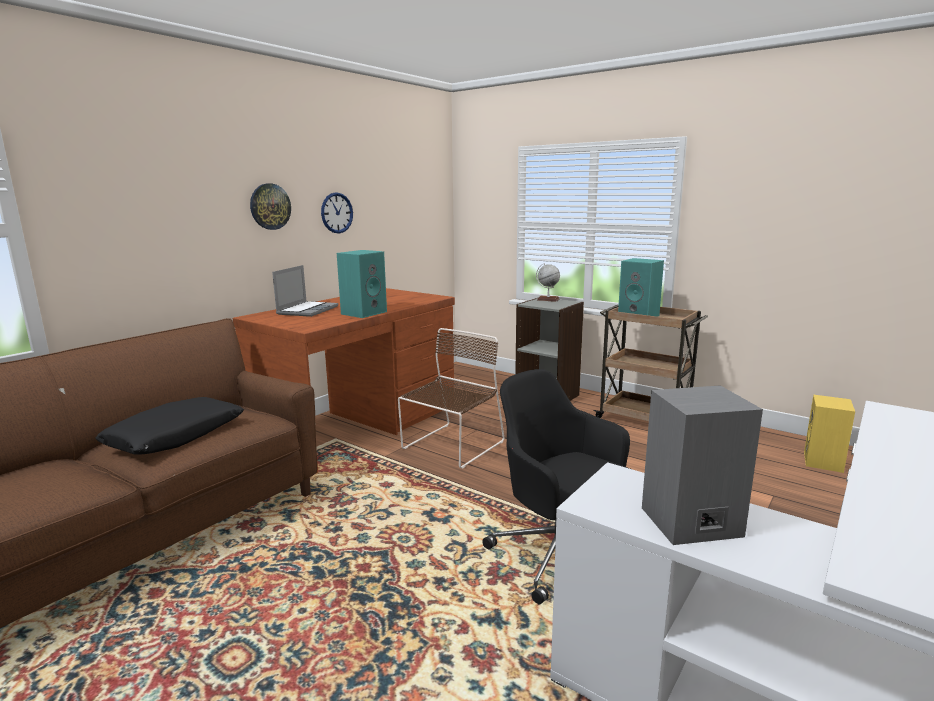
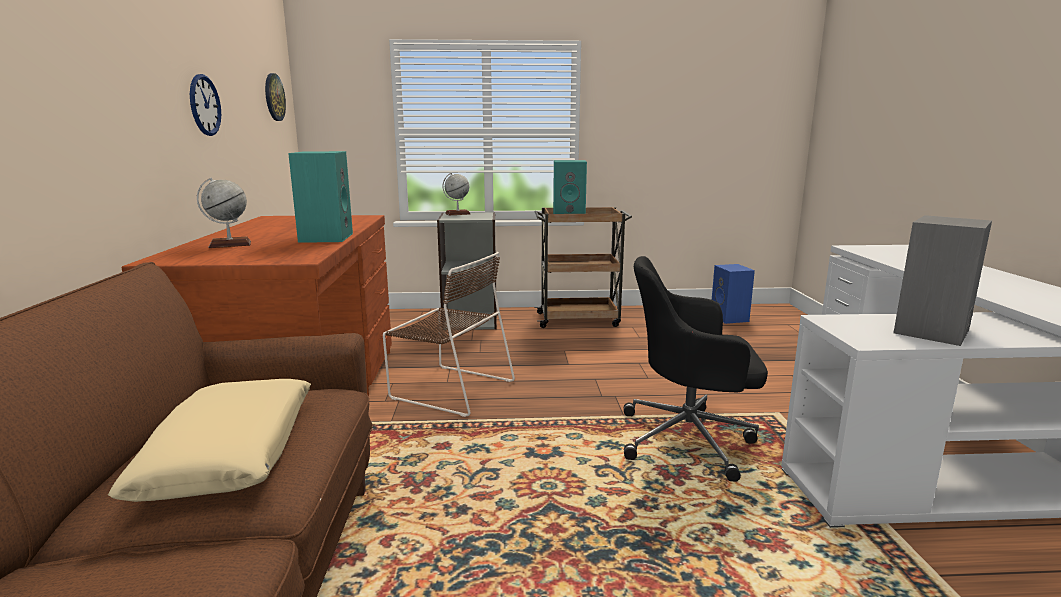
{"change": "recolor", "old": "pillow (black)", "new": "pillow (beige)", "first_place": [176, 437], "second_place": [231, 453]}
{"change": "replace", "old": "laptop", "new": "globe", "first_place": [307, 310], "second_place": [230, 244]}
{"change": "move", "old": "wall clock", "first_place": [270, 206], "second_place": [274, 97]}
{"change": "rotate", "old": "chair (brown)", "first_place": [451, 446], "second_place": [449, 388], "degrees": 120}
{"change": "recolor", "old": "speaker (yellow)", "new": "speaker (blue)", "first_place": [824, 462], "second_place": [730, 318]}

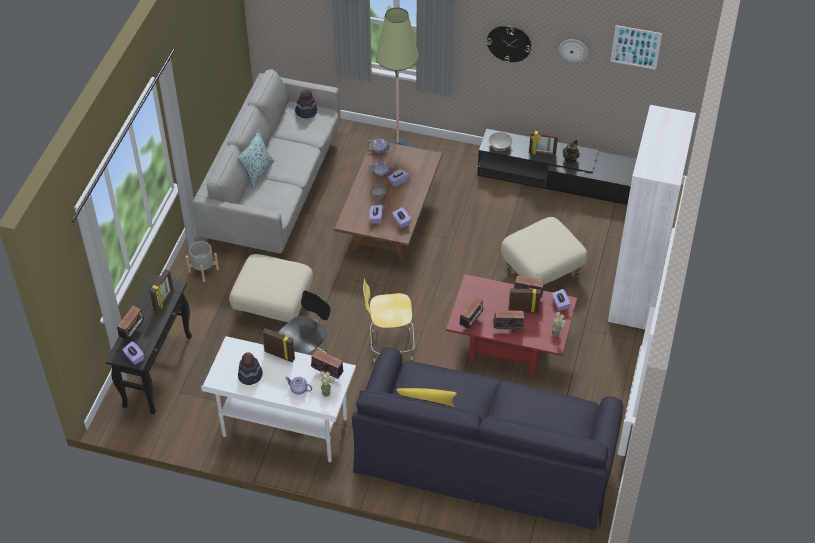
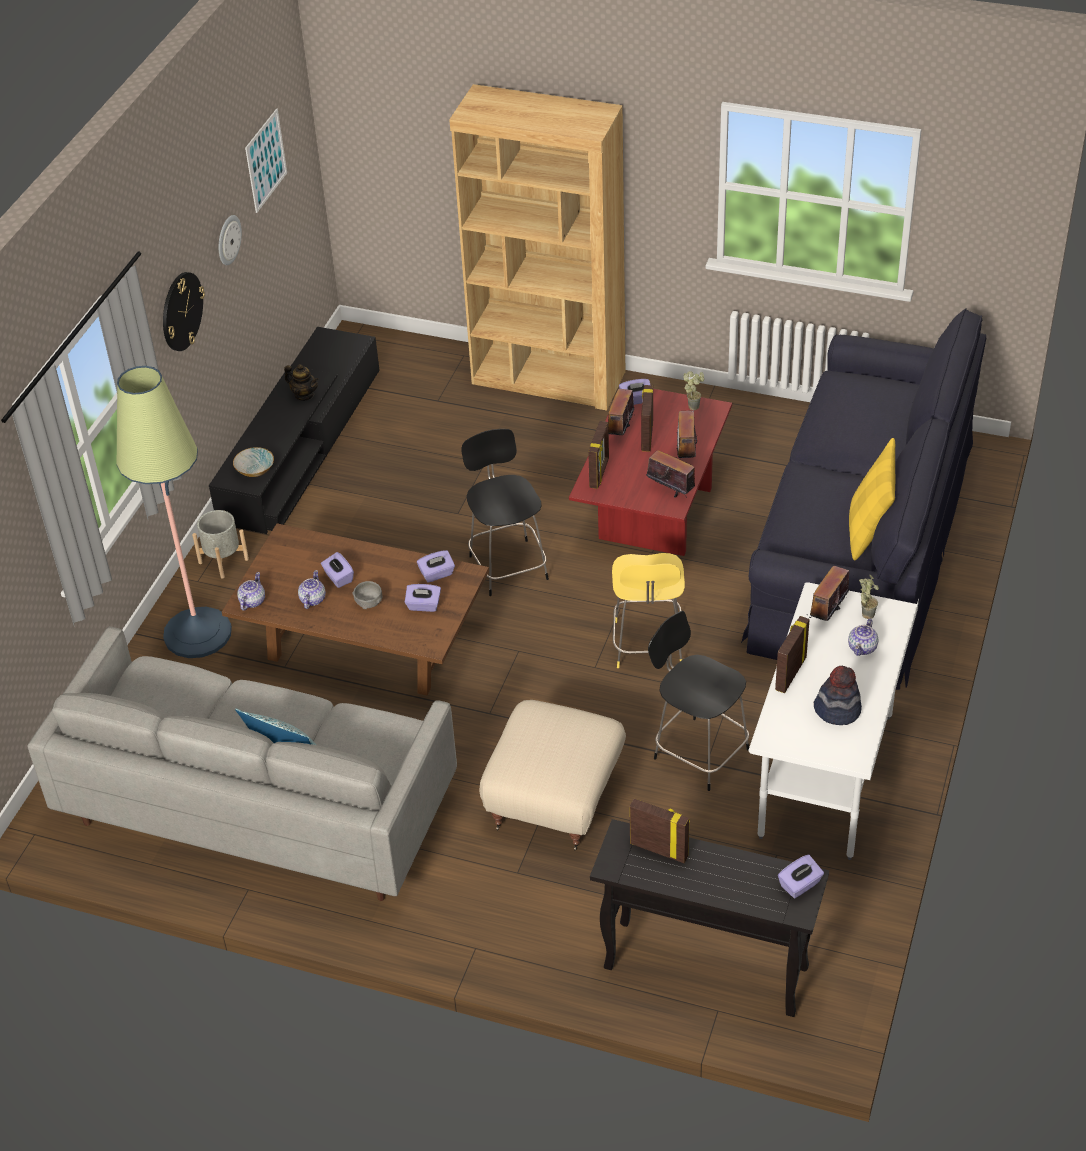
{"change": "move", "old": "planter (grey)", "first_place": [203, 270], "second_place": [223, 561]}
{"change": "recolor", "old": "bookcase (white)", "new": "bookcase (brown)", "first_place": [637, 290], "second_place": [548, 379]}
{"change": "insert", "new": "stool (black)", "second_place": [507, 565]}
{"change": "move", "old": "picture frame", "first_place": [542, 153], "second_place": [600, 473]}
{"change": "delete", "old": "radio", "first_place": [133, 333]}
{"change": "delete", "old": "hat", "first_place": [306, 111]}
{"change": "delete", "old": "ottoman (beige)", "first_place": [542, 271]}

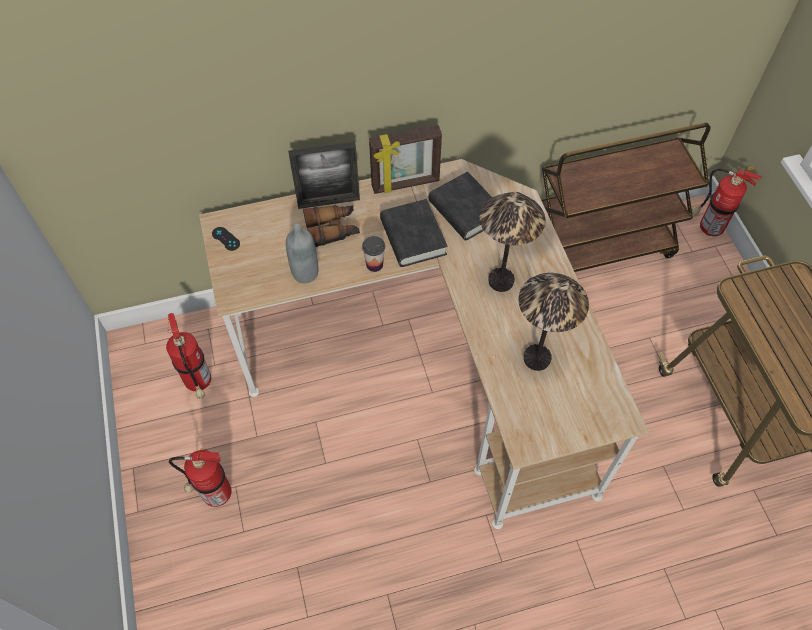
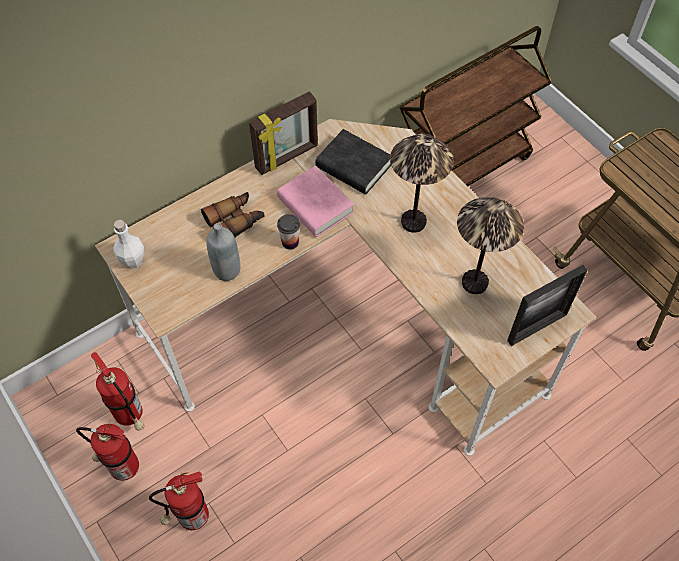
{"change": "move", "old": "fire extinguisher", "first_place": [707, 228], "second_place": [121, 467]}
{"change": "replace", "old": "game controller (black)", "new": "bottle (white)", "first_place": [226, 239], "second_place": [133, 261]}
{"change": "recolor", "old": "book (black)", "new": "book (pink)", "first_place": [413, 237], "second_place": [315, 205]}
{"change": "move", "old": "picture frame", "first_place": [328, 202], "second_place": [537, 327]}

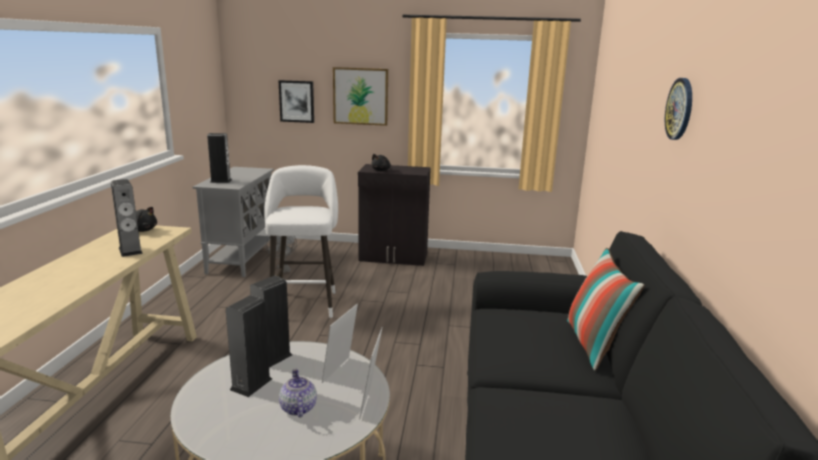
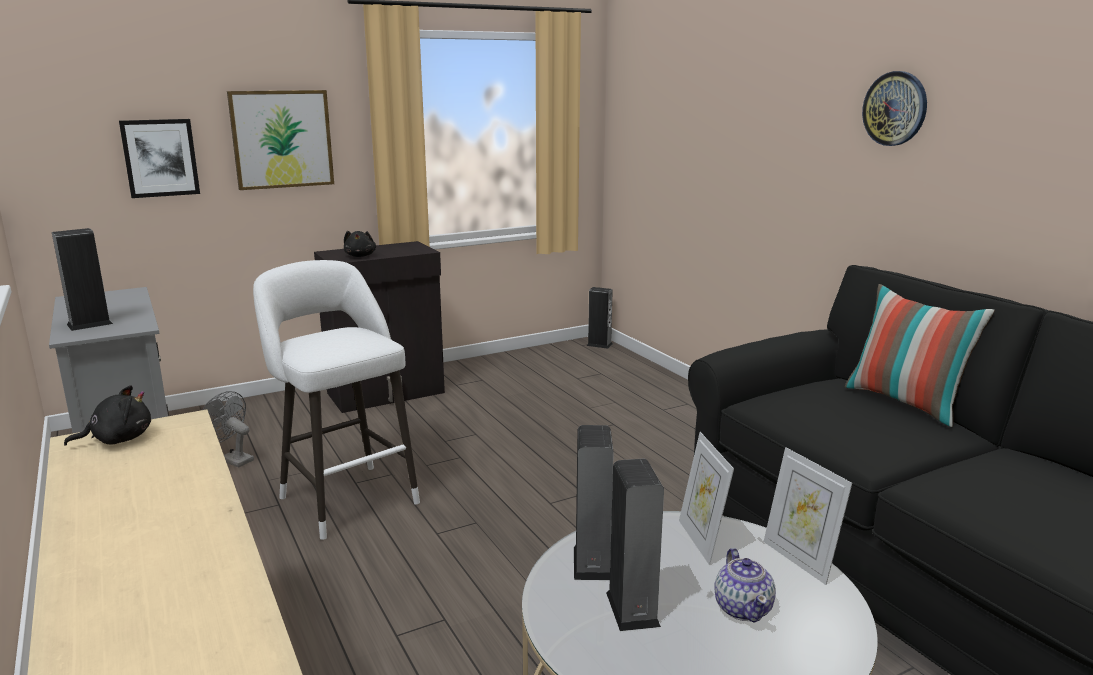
{"change": "move", "old": "speaker", "first_place": [130, 250], "second_place": [599, 344]}
{"change": "rotate", "old": "teapot", "first_place": [298, 408], "second_place": [743, 608], "degrees": -135}

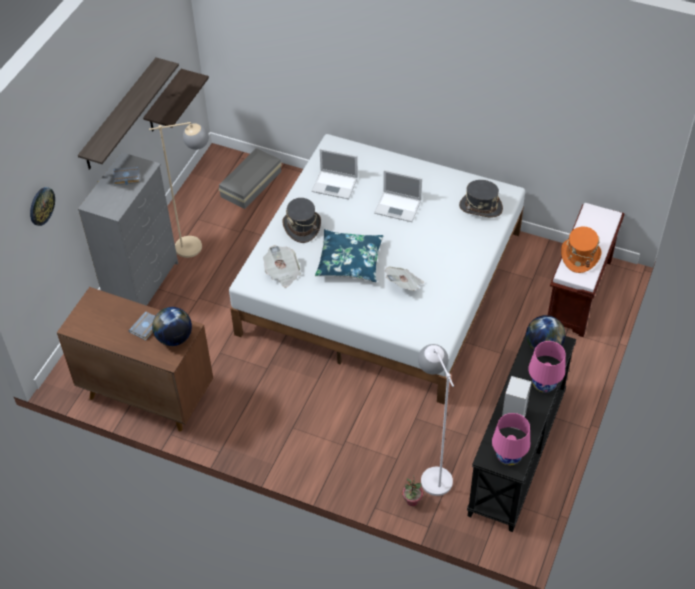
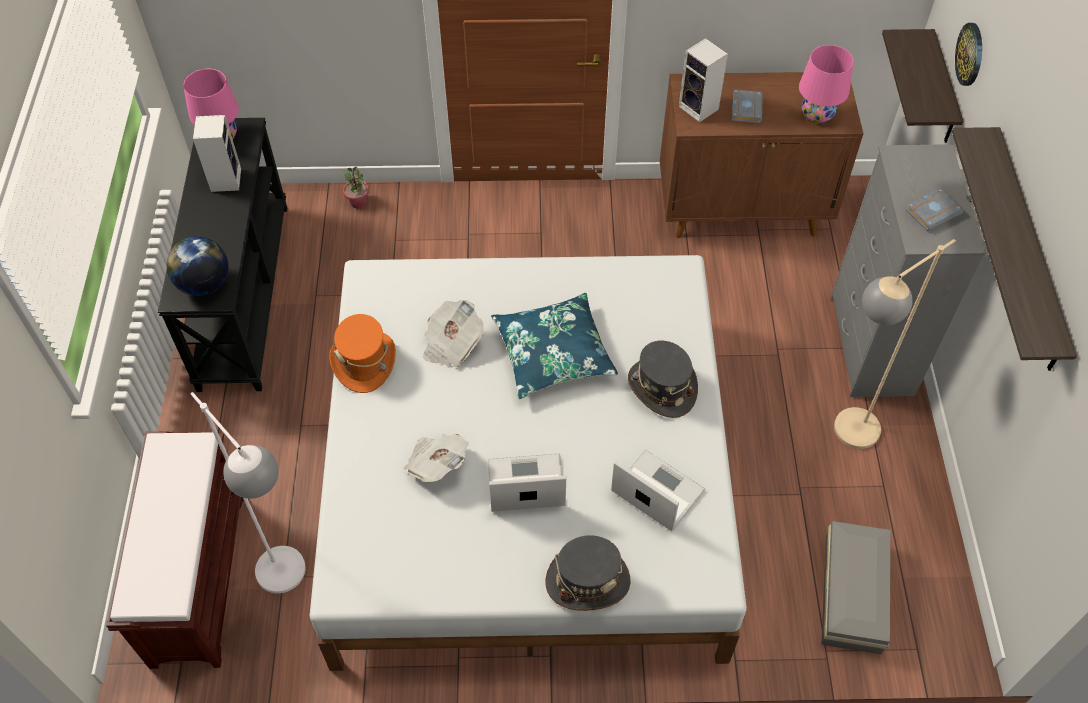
{"change": "move", "old": "floor lamp (white)", "first_place": [432, 472], "second_place": [291, 582]}
{"change": "move", "old": "hat (orange)", "first_place": [580, 256], "second_place": [364, 361]}
{"change": "move", "old": "newspaper", "first_place": [282, 273], "second_place": [437, 464]}
{"change": "move", "old": "hat (grey)", "first_place": [480, 207], "second_place": [588, 581]}
{"change": "rotate", "old": "laptop", "first_place": [335, 185], "second_place": [656, 490], "degrees": 45}
{"change": "replace", "old": "globe", "new": "speaker", "first_place": [174, 338], "second_place": [700, 108]}
{"change": "move", "old": "table lamp (pink)", "first_place": [544, 385], "second_place": [817, 115]}
{"change": "move", "old": "shelf", "first_place": [164, 102], "second_place": [942, 90]}

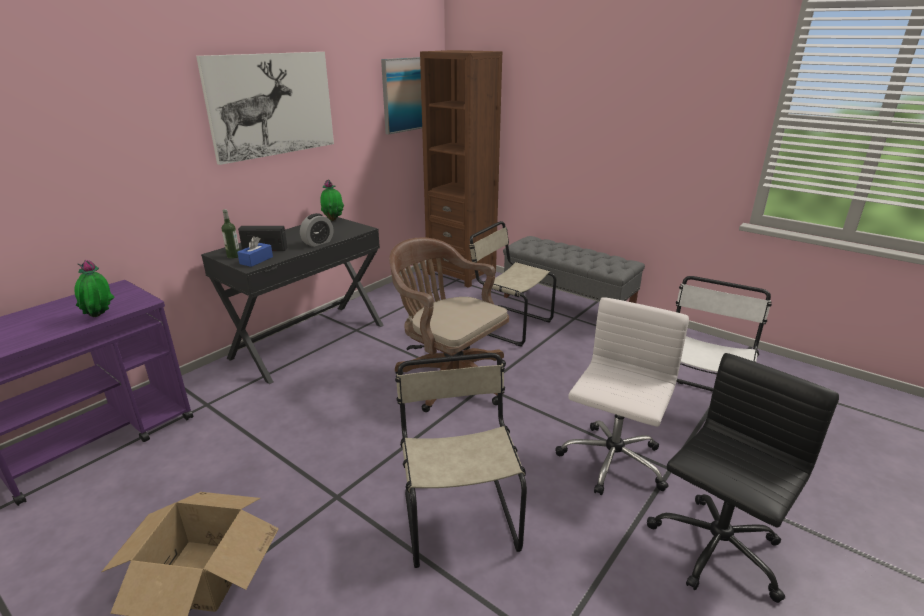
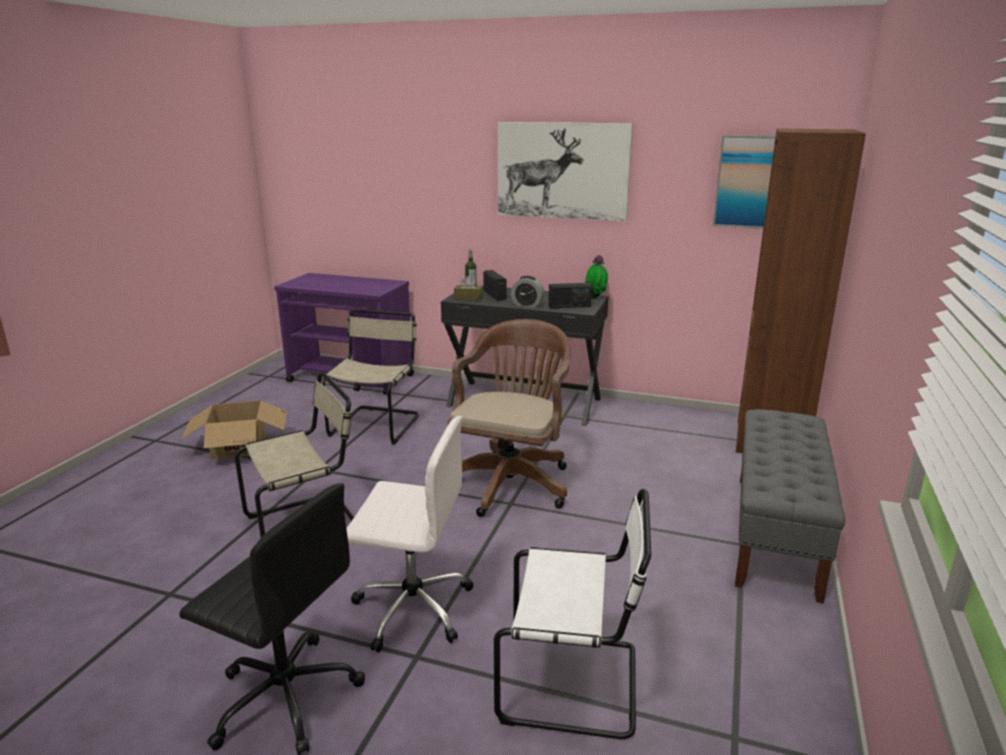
{"change": "move", "old": "chair (beige)", "first_place": [507, 324], "second_place": [376, 424]}
{"change": "recolor", "old": "tissue box (blue)", "new": "tissue box (brown)", "first_place": [256, 260], "second_place": [468, 298]}
{"change": "insert", "new": "radio", "second_place": [569, 306]}
{"change": "delete", "old": "potted plant", "first_place": [100, 316]}

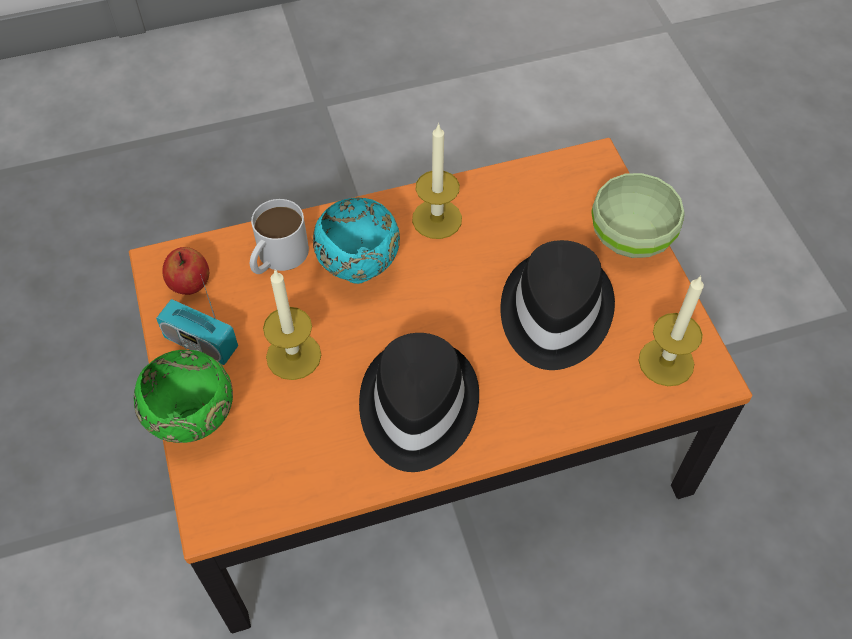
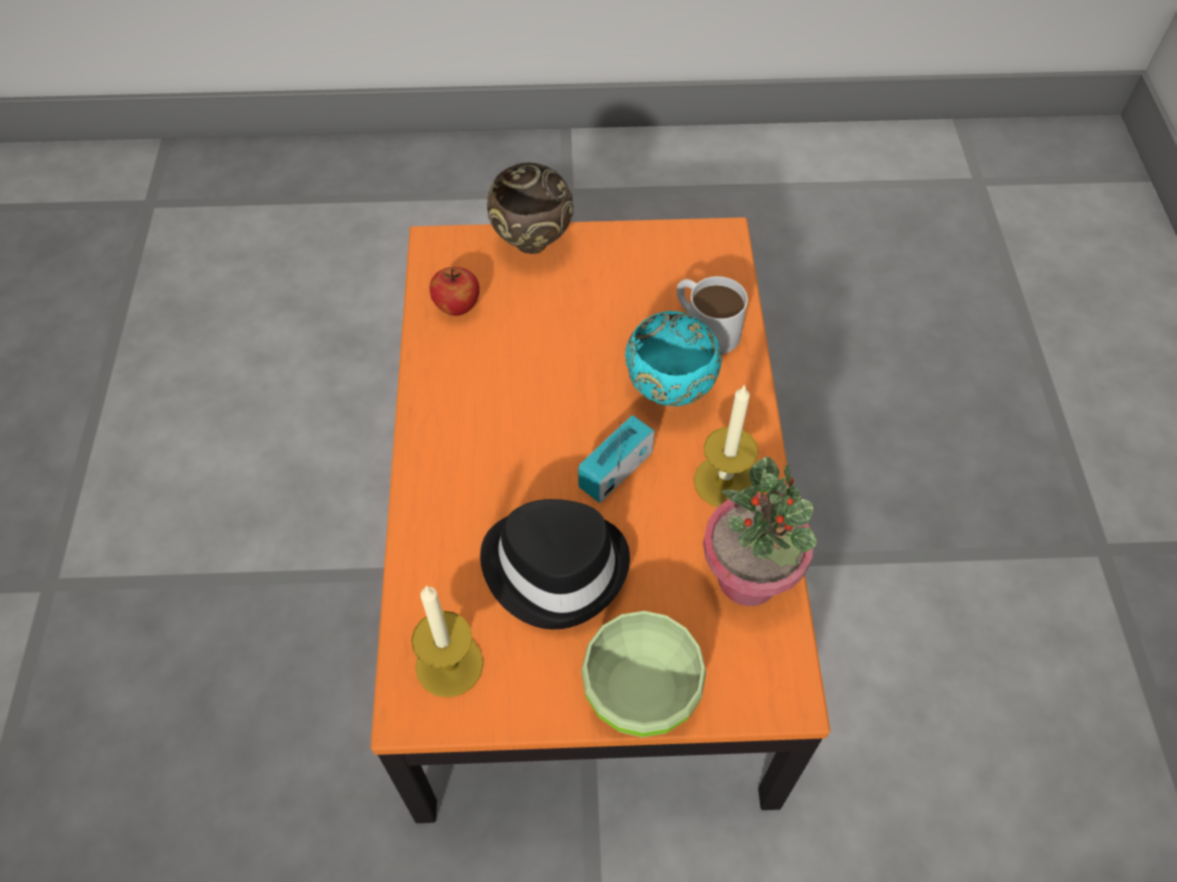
{"change": "move", "old": "apple", "first_place": [190, 285], "second_place": [457, 306]}
{"change": "recolor", "old": "bowl (green)", "new": "bowl (brown)", "first_place": [196, 422], "second_place": [532, 244]}
{"change": "move", "old": "radio", "first_place": [201, 343], "second_place": [615, 470]}
{"change": "insert", "new": "potted plant", "second_place": [748, 578]}
{"change": "delete", "old": "candle", "first_place": [293, 356]}
{"change": "delete", "old": "hat (black)", "first_place": [416, 407]}

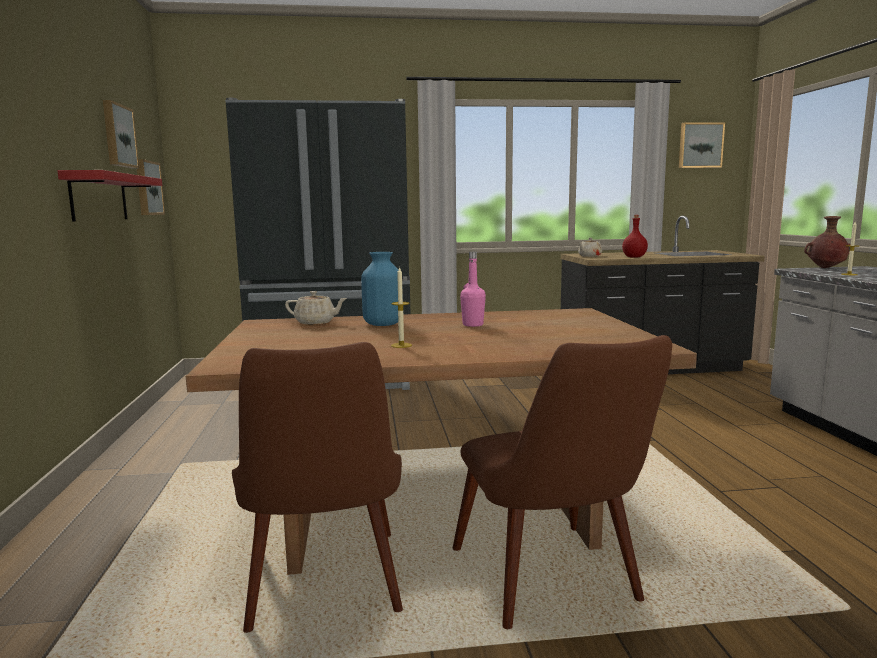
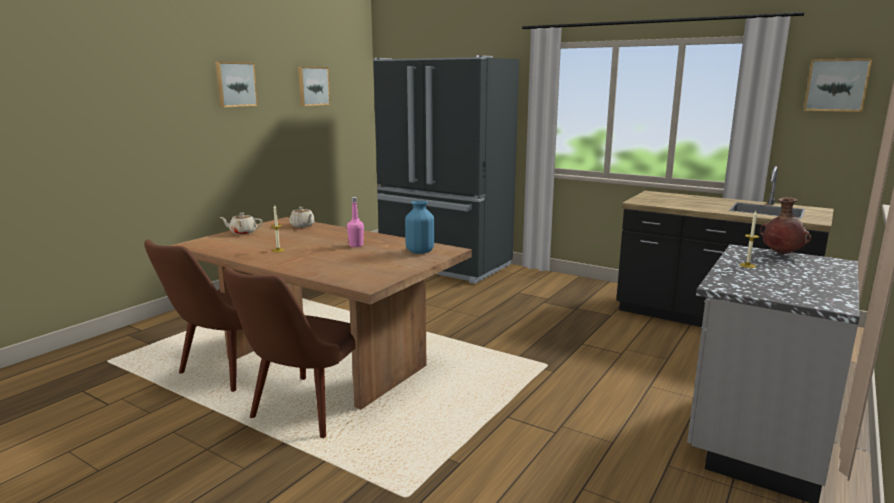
{"change": "move", "old": "picture", "first_place": [147, 188], "second_place": [235, 84]}
{"change": "move", "old": "teapot (beige)", "first_place": [589, 256], "second_place": [242, 232]}
{"change": "move", "old": "vase (blue)", "first_place": [382, 324], "second_place": [419, 251]}
{"change": "delete", "old": "shelf (red)", "first_place": [99, 197]}
{"change": "delete", "old": "bottle (red)", "first_place": [634, 257]}

